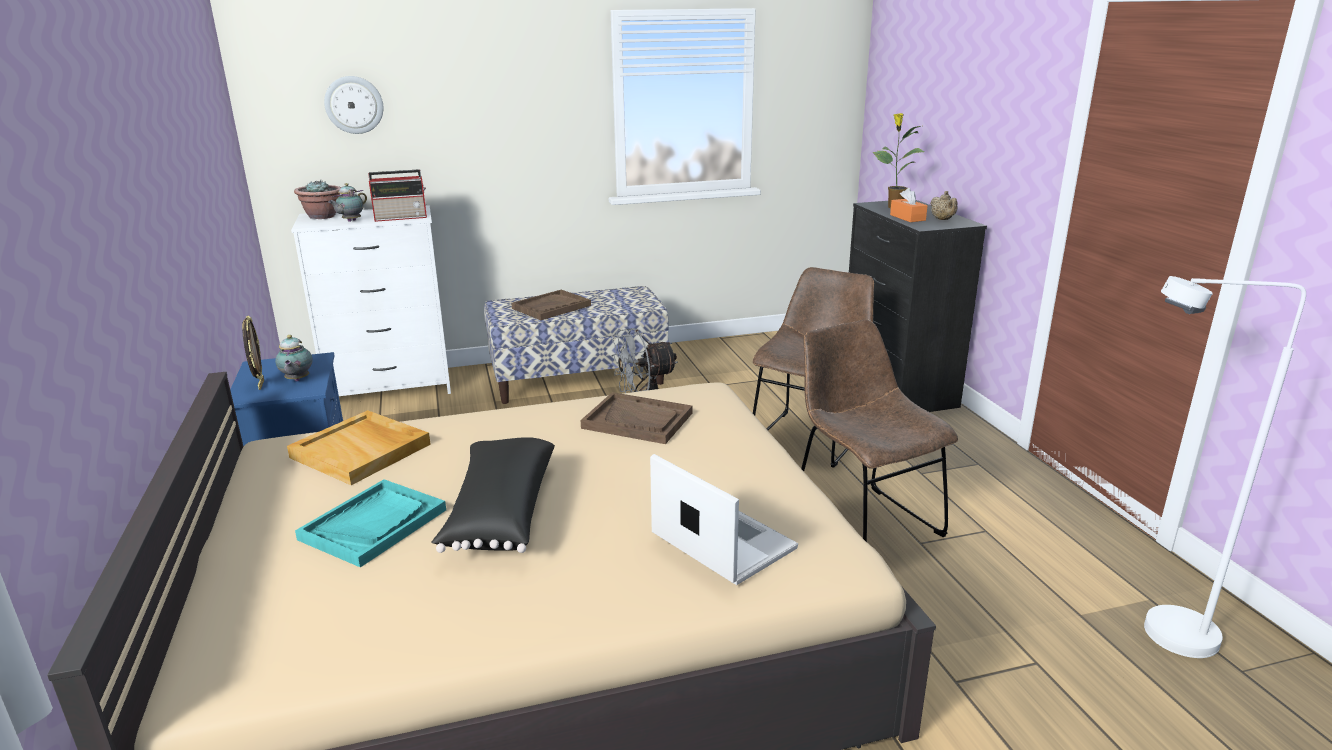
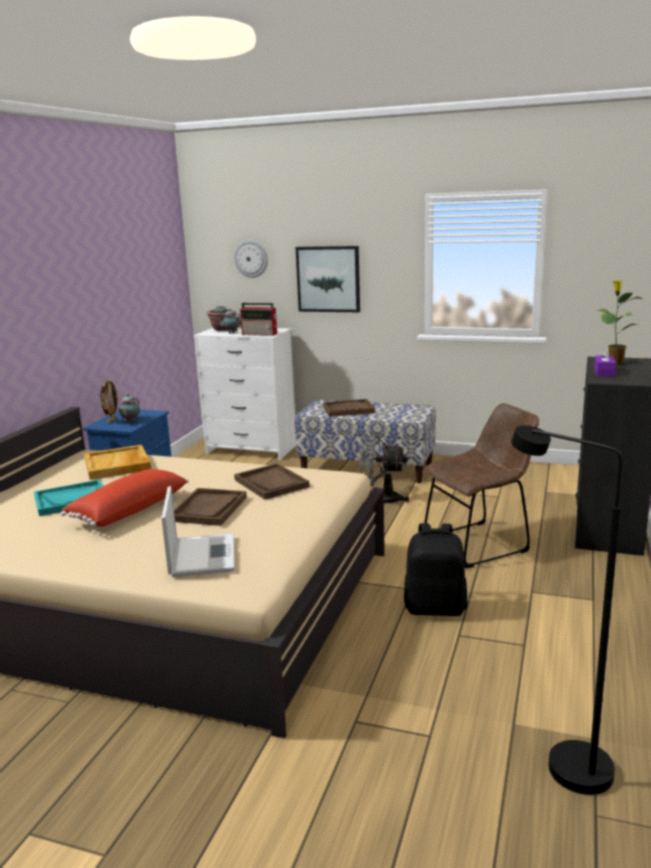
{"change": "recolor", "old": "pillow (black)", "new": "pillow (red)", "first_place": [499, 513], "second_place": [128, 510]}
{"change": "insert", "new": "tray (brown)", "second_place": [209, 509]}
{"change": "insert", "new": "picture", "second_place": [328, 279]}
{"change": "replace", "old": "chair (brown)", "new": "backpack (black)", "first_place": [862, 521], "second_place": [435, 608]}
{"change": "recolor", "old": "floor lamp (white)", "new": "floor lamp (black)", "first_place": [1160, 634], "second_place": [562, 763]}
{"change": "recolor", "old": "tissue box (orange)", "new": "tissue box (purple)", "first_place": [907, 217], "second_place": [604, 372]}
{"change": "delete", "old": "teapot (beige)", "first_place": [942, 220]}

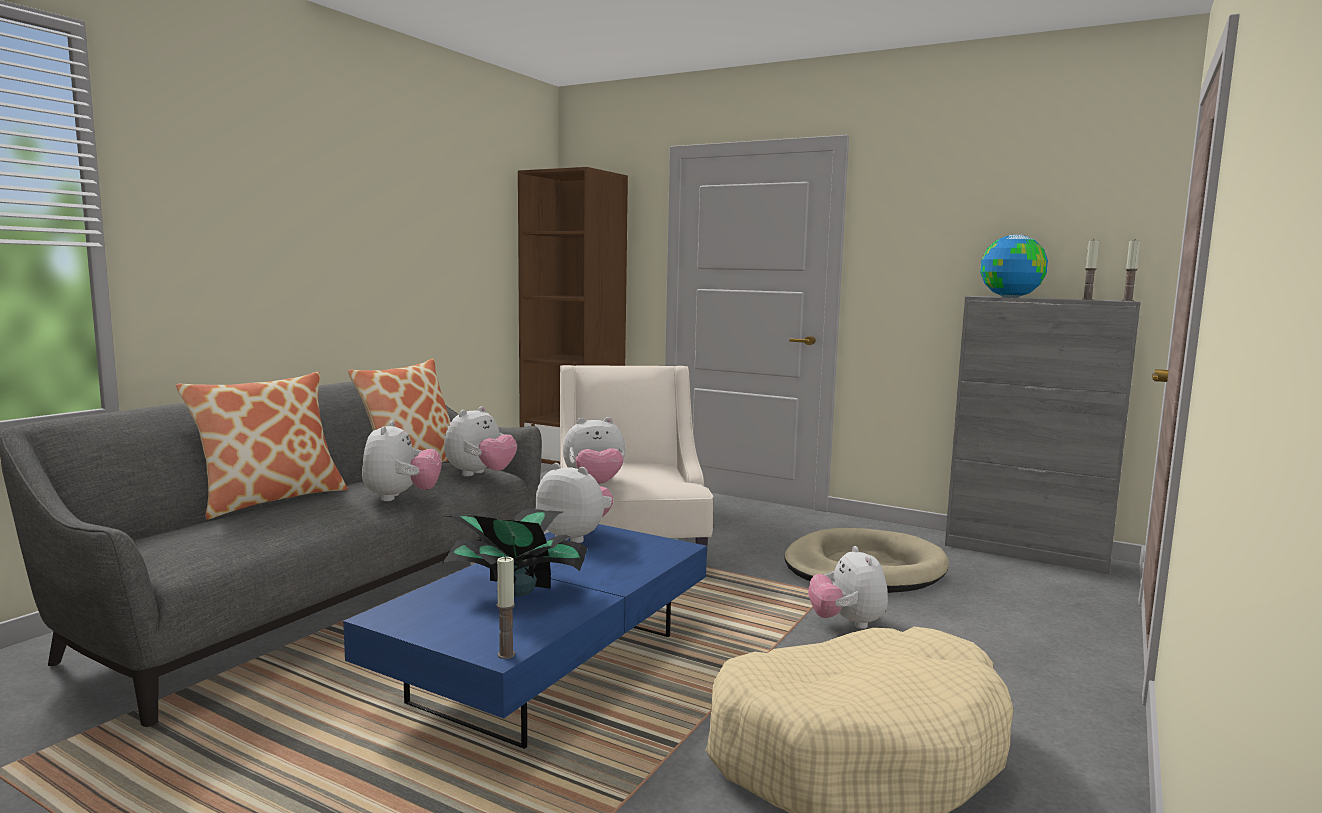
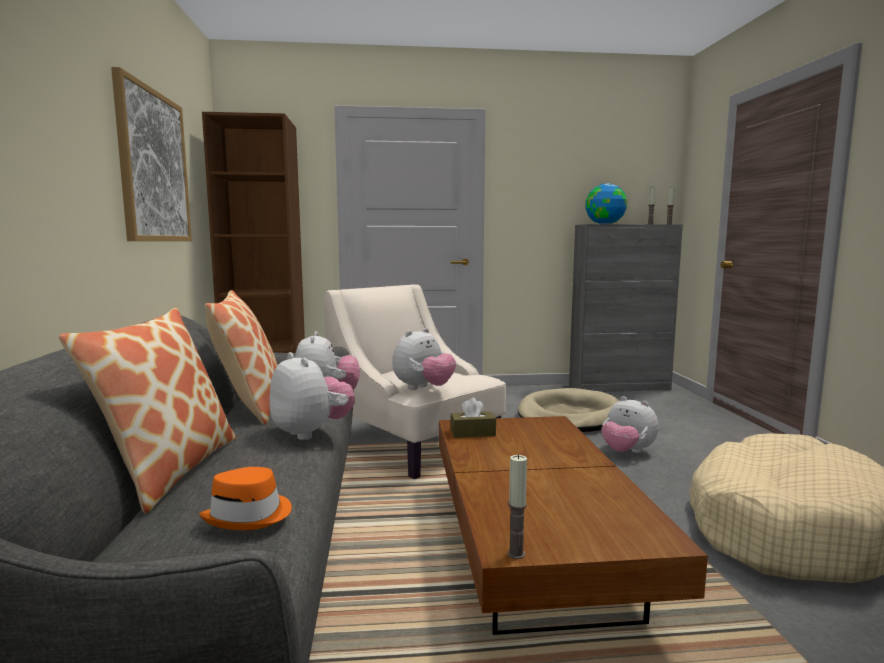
{"change": "insert", "new": "picture", "second_place": [153, 167]}
{"change": "insert", "new": "hat (orange)", "second_place": [250, 515]}
{"change": "recolor", "old": "coffee table (blue)", "new": "coffee table (brown)", "first_place": [548, 668], "second_place": [532, 551]}
{"change": "replace", "old": "plush toy", "new": "tissue box (brown)", "first_place": [575, 537], "second_place": [472, 433]}
{"change": "move", "old": "candle", "first_place": [506, 655], "second_place": [516, 554]}
{"change": "delete", "old": "potted plant", "first_place": [516, 591]}

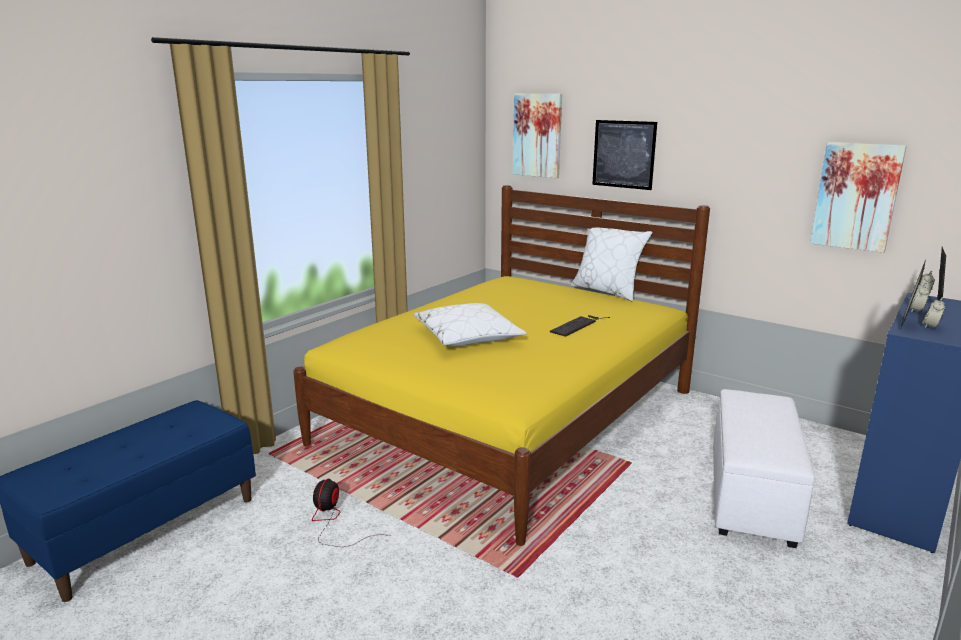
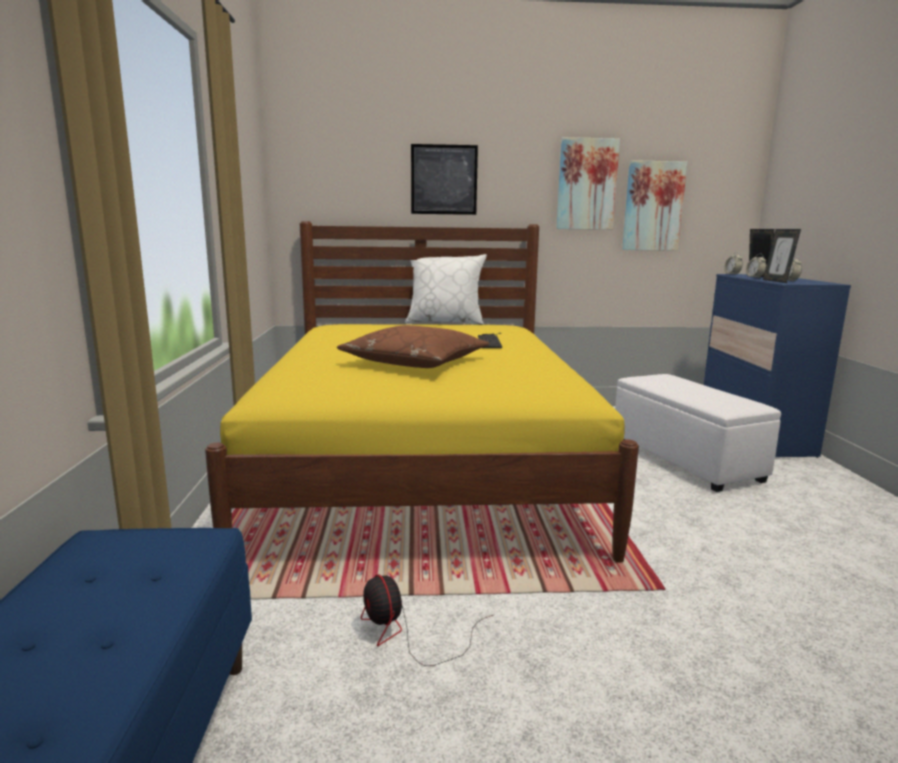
{"change": "recolor", "old": "pillow (white)", "new": "pillow (brown)", "first_place": [468, 336], "second_place": [415, 362]}
{"change": "move", "old": "picture", "first_place": [537, 135], "second_place": [586, 184]}

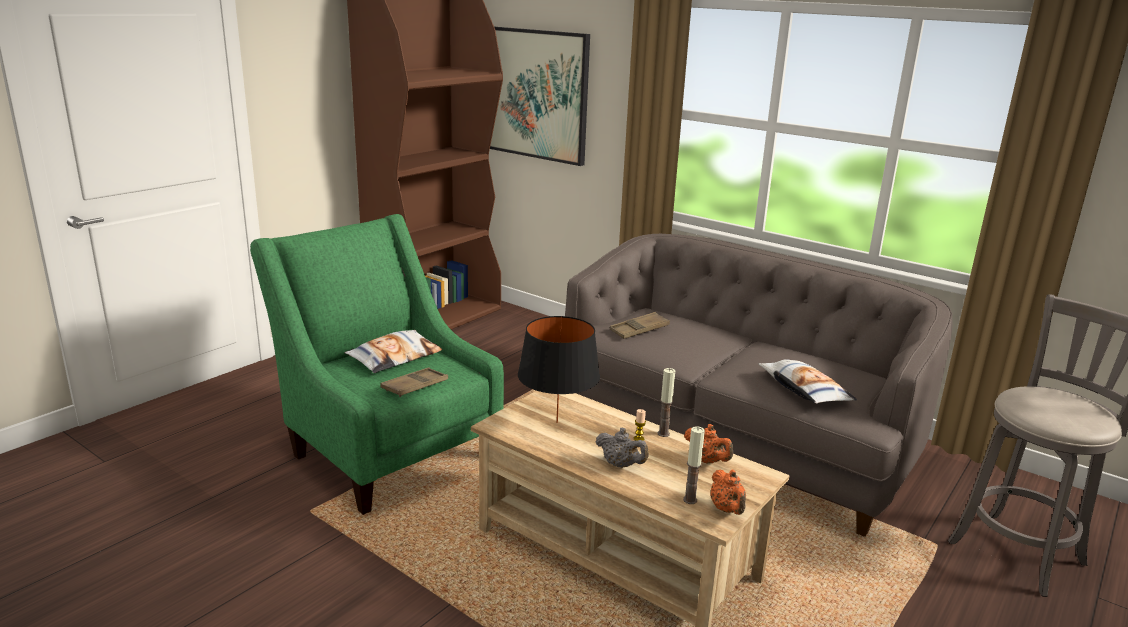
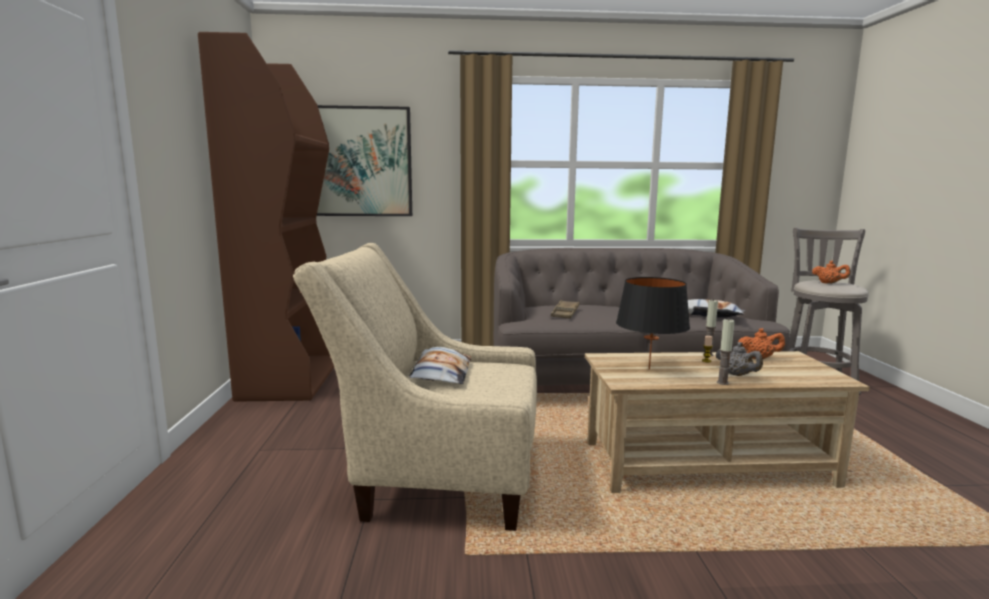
{"change": "recolor", "old": "armchair (green)", "new": "armchair (beige)", "first_place": [386, 450], "second_place": [436, 478]}
{"change": "rotate", "old": "teapot (grey)", "first_place": [620, 465], "second_place": [737, 375], "degrees": 60}
{"change": "move", "old": "candle", "first_place": [690, 500], "second_place": [722, 382]}
{"change": "move", "old": "teapot (orange)", "first_place": [727, 509], "second_place": [829, 283]}
{"change": "delete", "old": "tray (brown)", "first_place": [415, 386]}

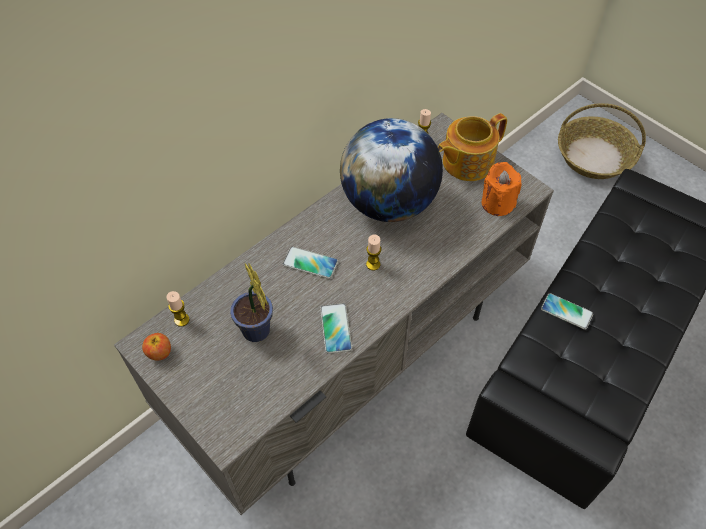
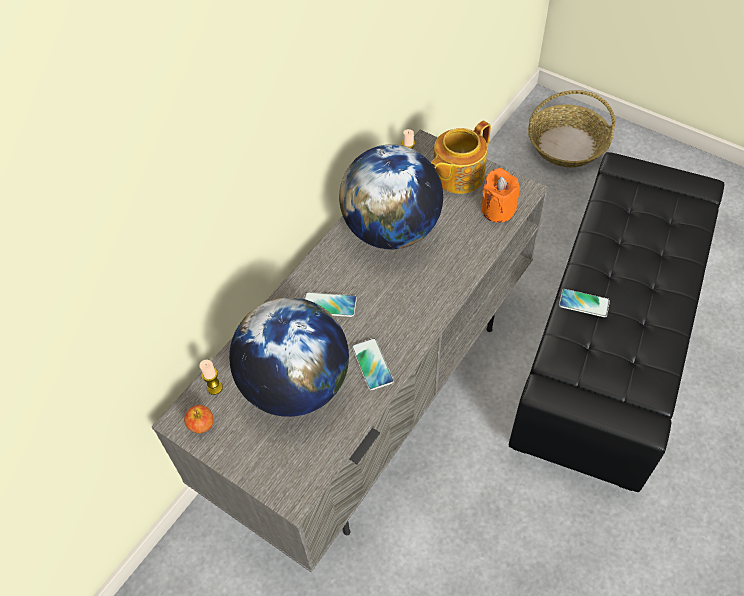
{"change": "replace", "old": "potted plant", "new": "globe", "first_place": [257, 333], "second_place": [295, 385]}
{"change": "delete", "old": "candle", "first_place": [373, 264]}

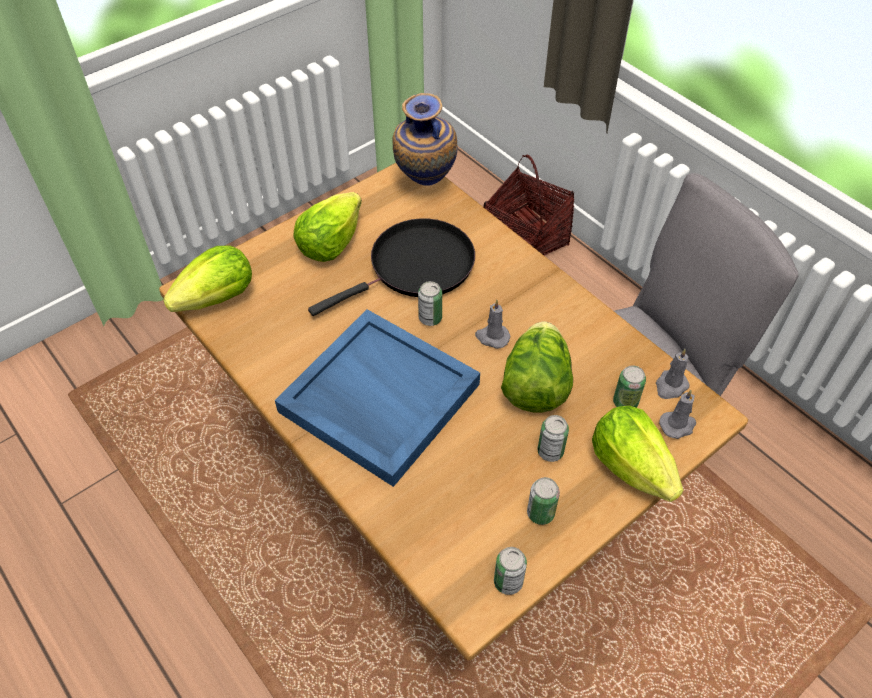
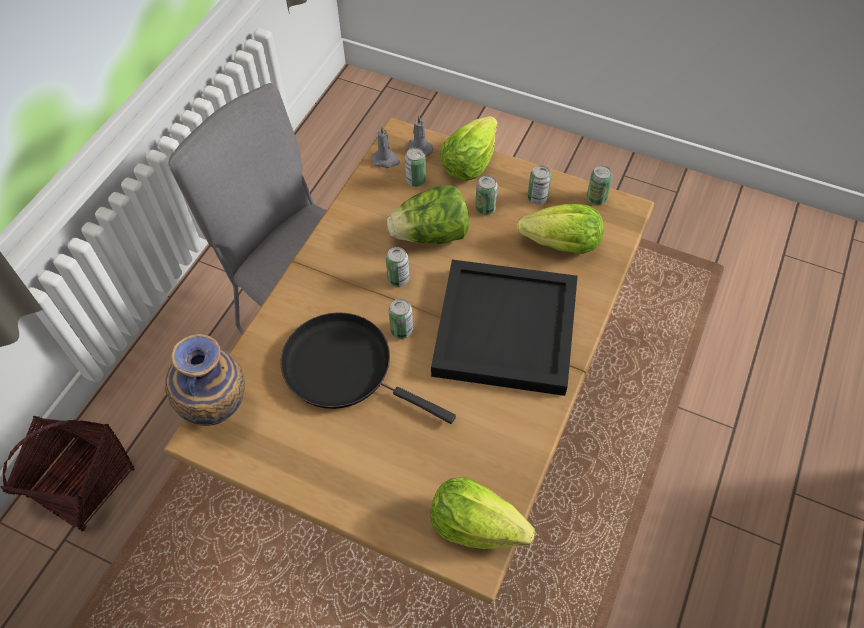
{"change": "replace", "old": "candle (grey)", "new": "can", "first_place": [492, 337], "second_place": [398, 279]}
{"change": "recolor", "old": "tray (blue)", "new": "tray (black)", "first_place": [377, 398], "second_place": [506, 331]}
{"change": "move", "old": "lettuce", "first_place": [330, 244], "second_place": [562, 245]}

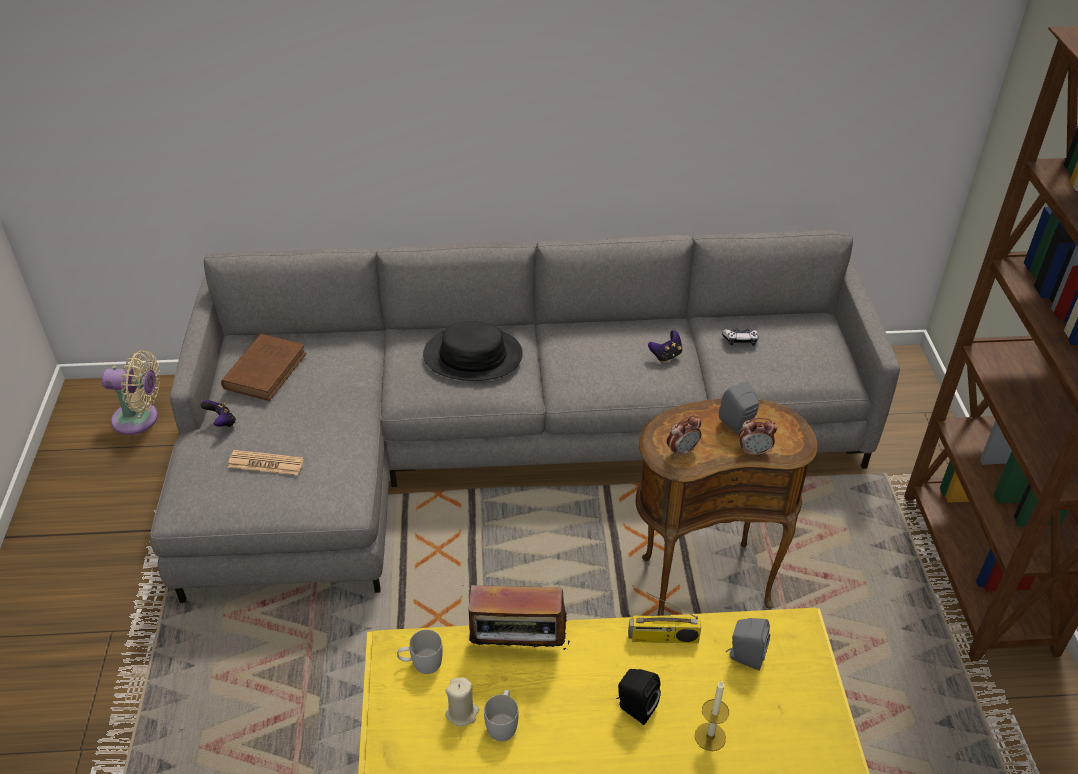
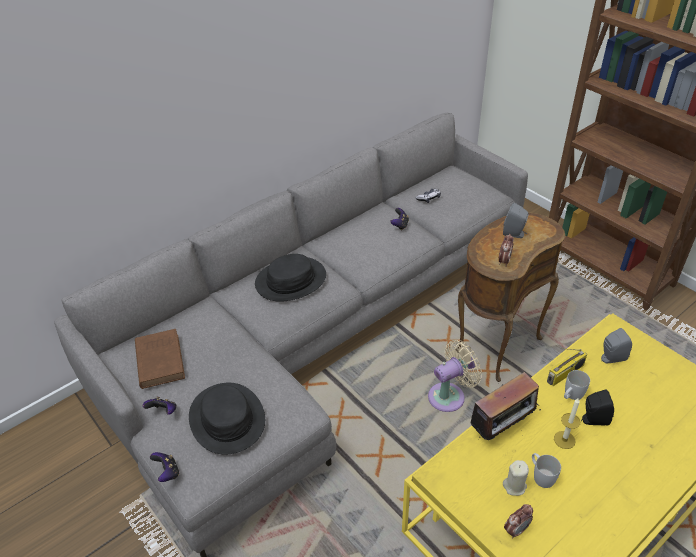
{"change": "insert", "new": "game controller", "second_place": [167, 472]}
{"change": "replace", "old": "newspaper", "new": "hat (black)", "first_place": [266, 463], "second_place": [227, 419]}
{"change": "move", "old": "fan (beige)", "first_place": [140, 419], "second_place": [450, 396]}
{"change": "move", "old": "alarm clock", "first_place": [754, 452], "second_place": [516, 530]}
{"change": "move", "old": "candle", "first_place": [710, 736], "second_place": [564, 440]}
{"change": "move", "old": "mug (white)", "first_place": [421, 663], "second_place": [571, 395]}

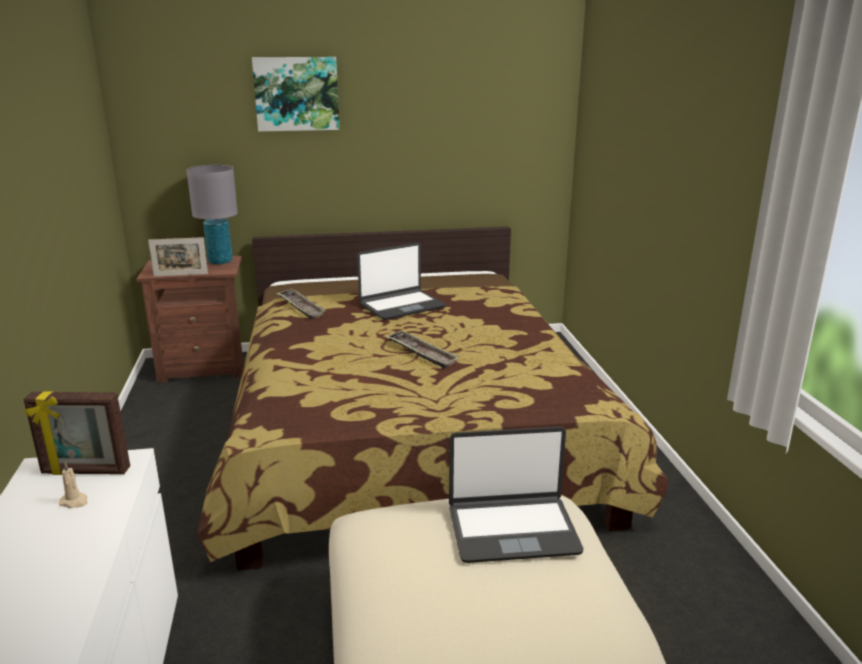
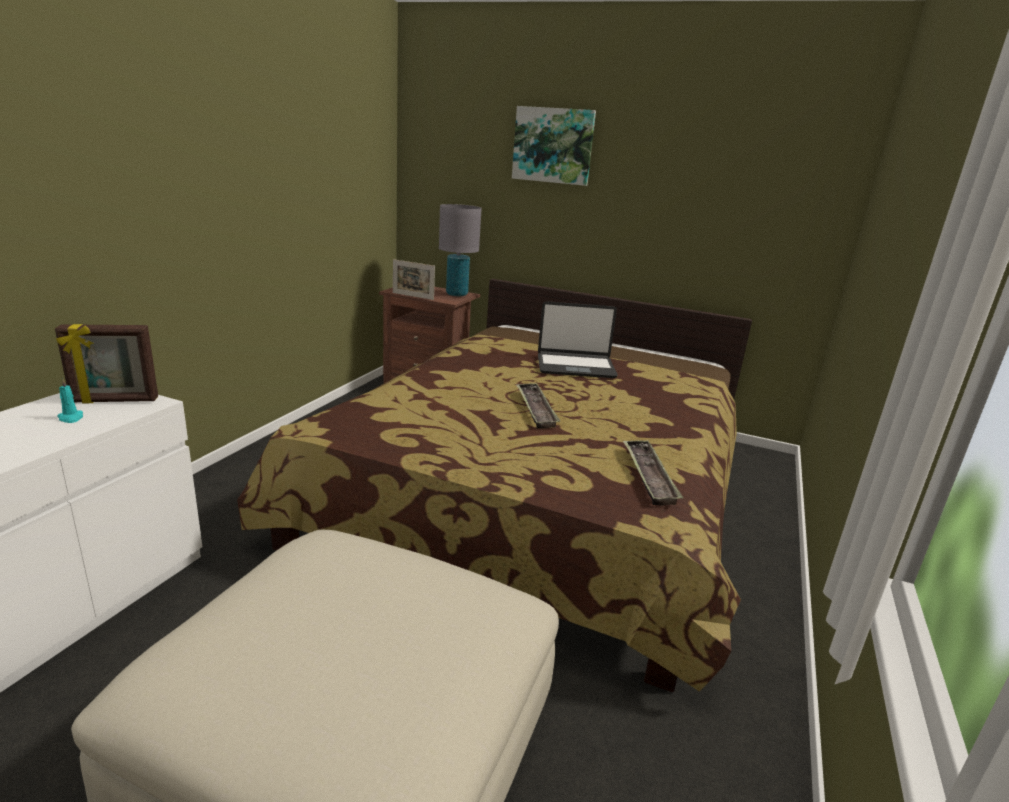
{"change": "rotate", "old": "picture frame", "first_place": [85, 472], "second_place": [115, 401], "degrees": -45}
{"change": "recolor", "old": "candle (beige)", "new": "candle (turquoise)", "first_place": [74, 502], "second_place": [71, 418]}
{"change": "move", "old": "tray", "first_place": [301, 307], "second_place": [648, 476]}
{"change": "delete", "old": "laptop", "first_place": [512, 529]}

